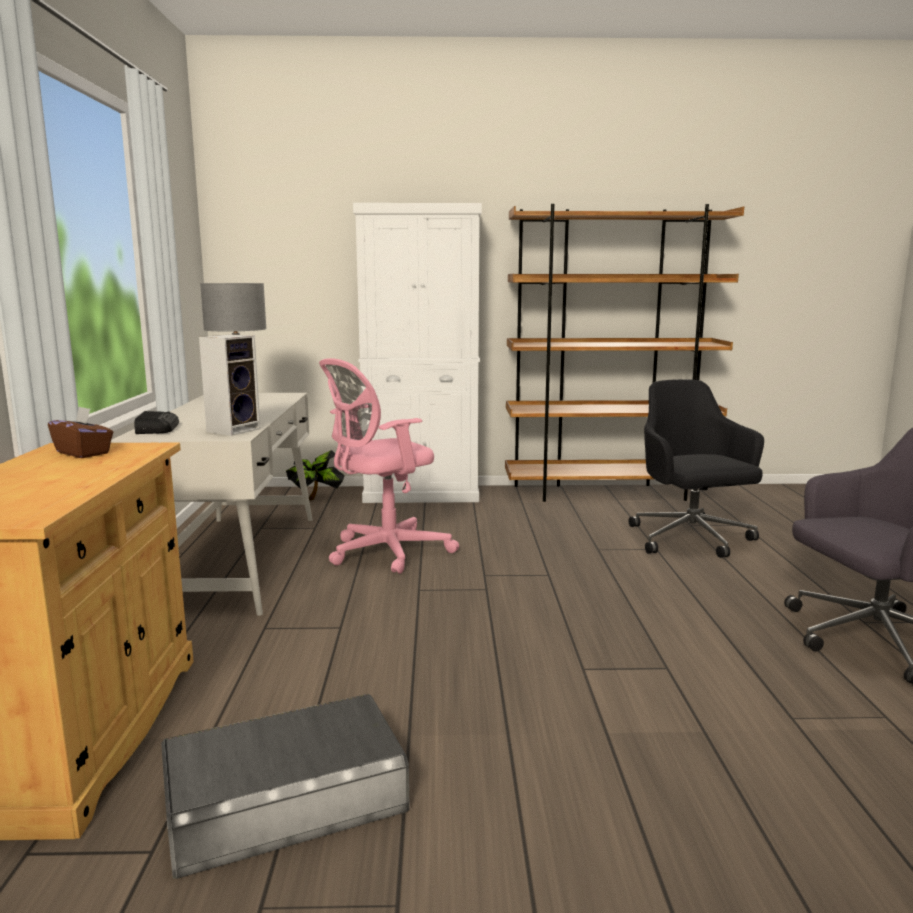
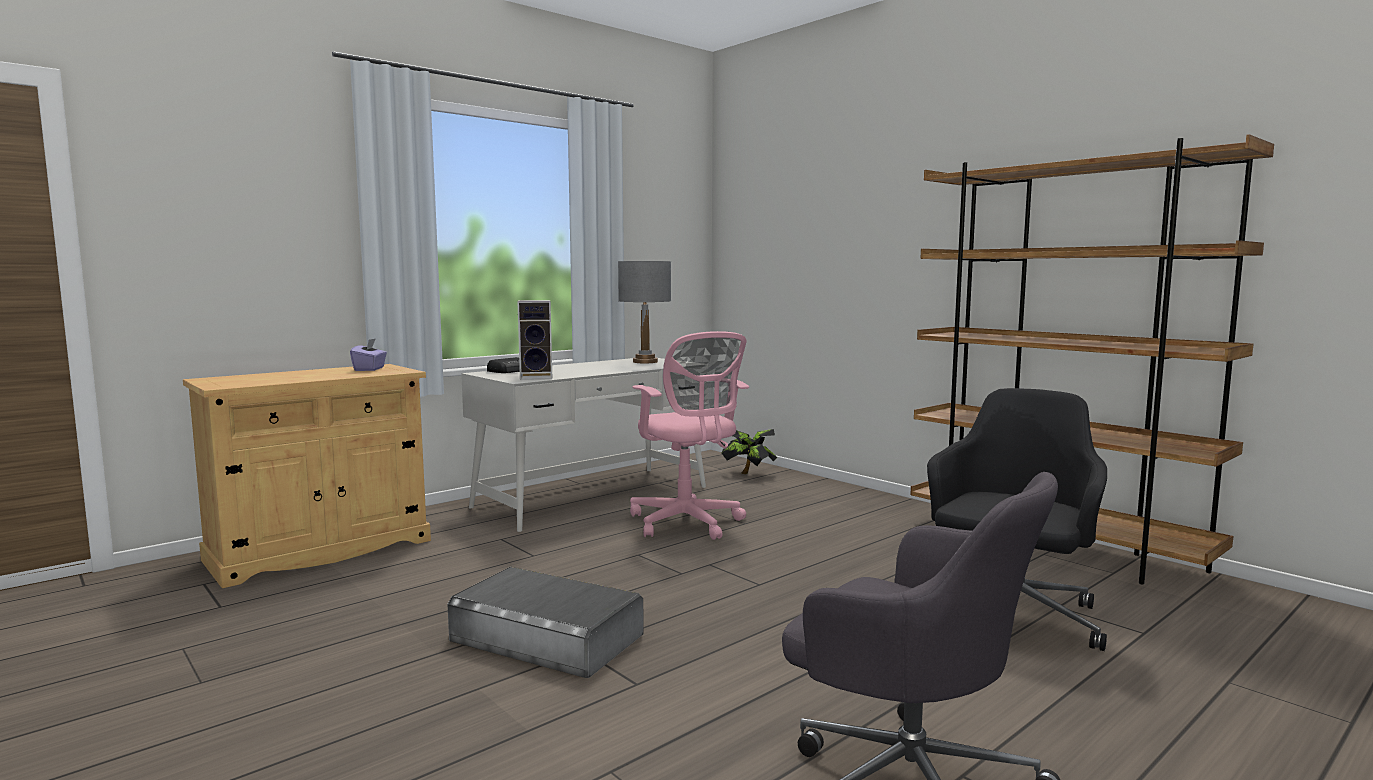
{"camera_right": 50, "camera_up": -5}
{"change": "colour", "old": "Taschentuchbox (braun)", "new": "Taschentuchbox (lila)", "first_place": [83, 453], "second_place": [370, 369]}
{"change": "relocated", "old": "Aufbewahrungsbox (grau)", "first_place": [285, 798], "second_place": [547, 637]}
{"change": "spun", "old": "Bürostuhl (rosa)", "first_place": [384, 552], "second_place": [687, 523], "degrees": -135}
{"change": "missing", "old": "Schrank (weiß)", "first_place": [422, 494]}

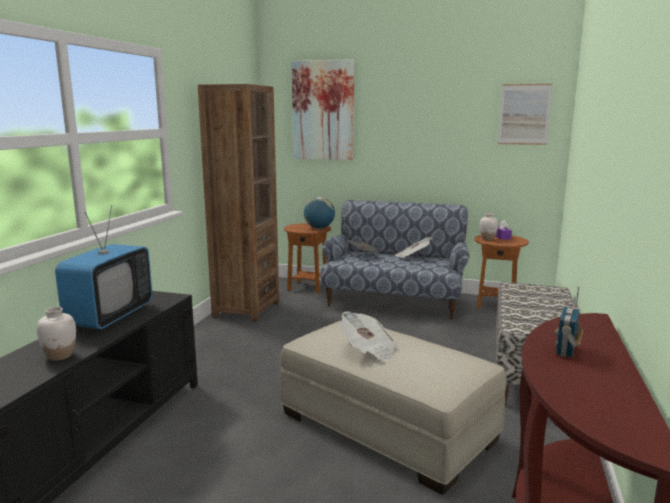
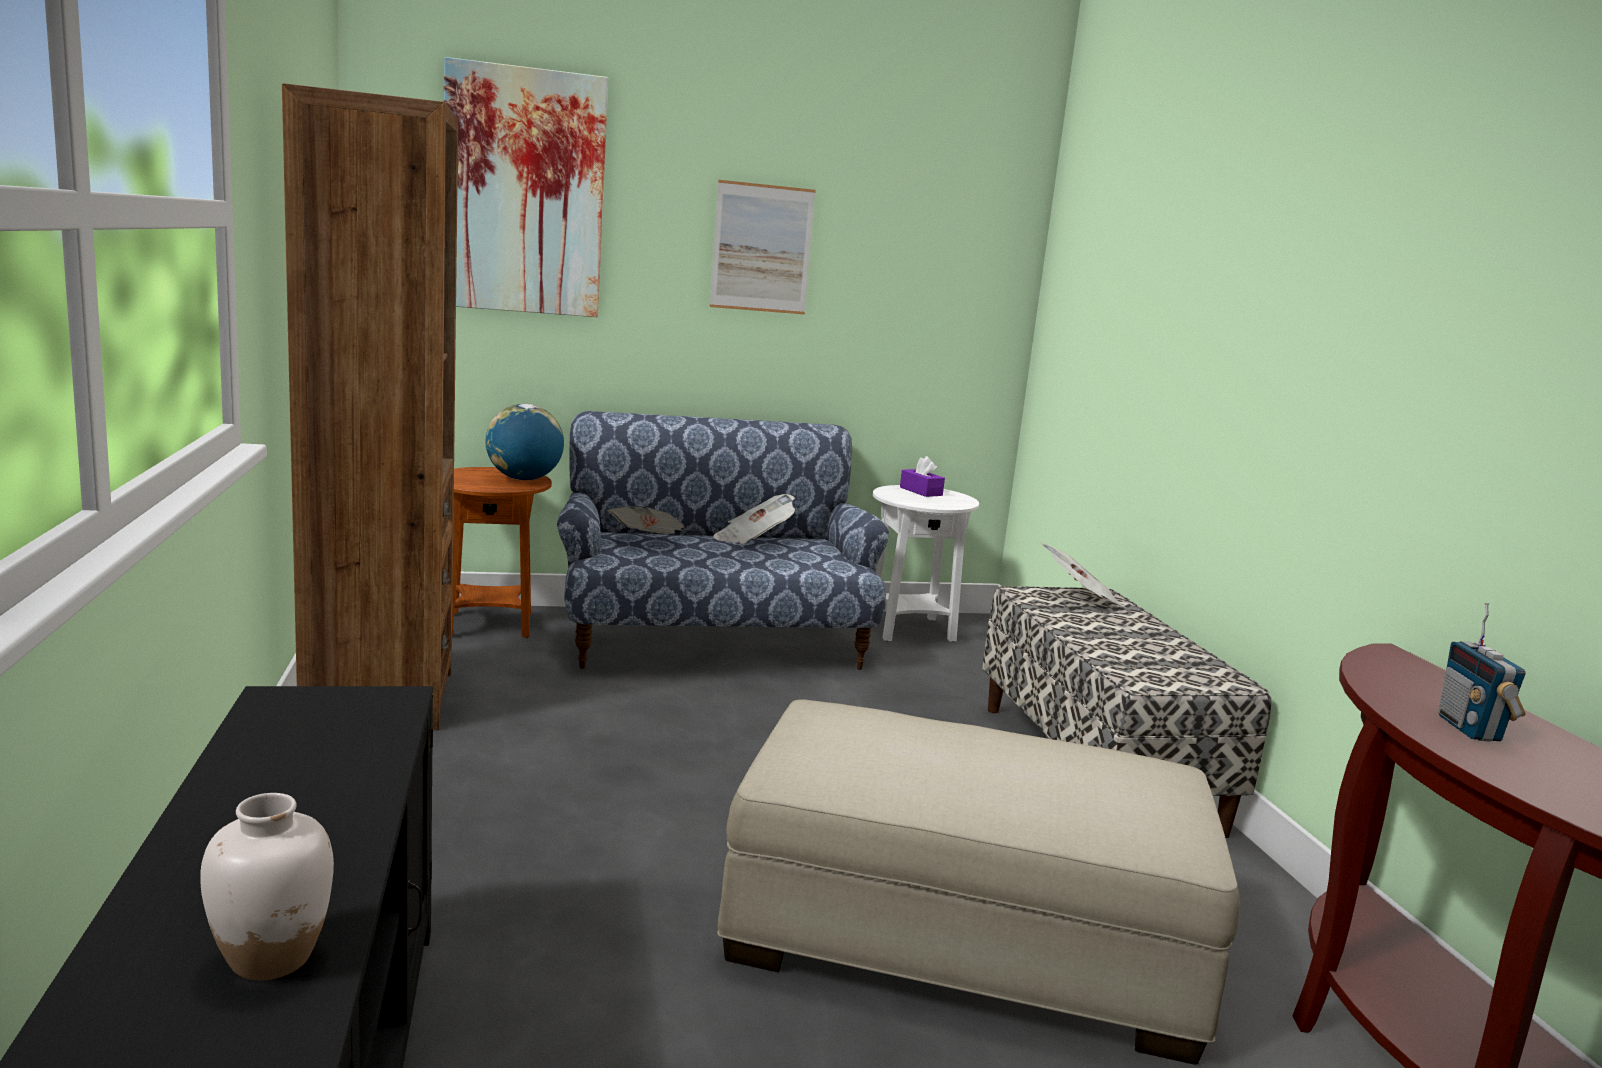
{"camera_right": -30, "camera_up": 0}
{"change": "missing", "old": "Fernseher", "first_place": [110, 316]}
{"change": "relocated", "old": "Zeitung", "first_place": [368, 351], "second_place": [1079, 598]}
{"change": "colour", "old": "Beistelltisch (braun)", "new": "Beistelltisch (weiß)", "first_place": [496, 305], "second_place": [909, 630]}
{"change": "missing", "old": "Vase (weiß)", "first_place": [487, 239]}
{"change": "relocated", "old": "Bild", "first_place": [524, 114], "second_place": [762, 248]}

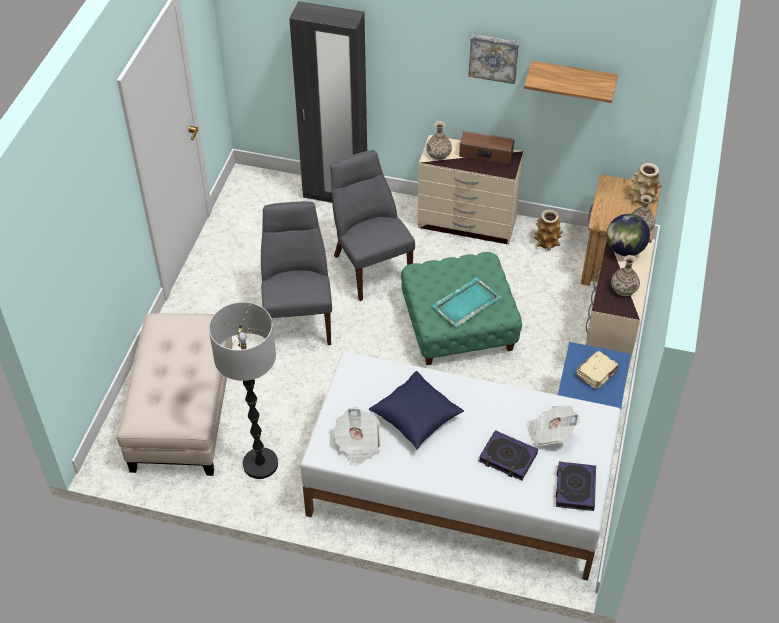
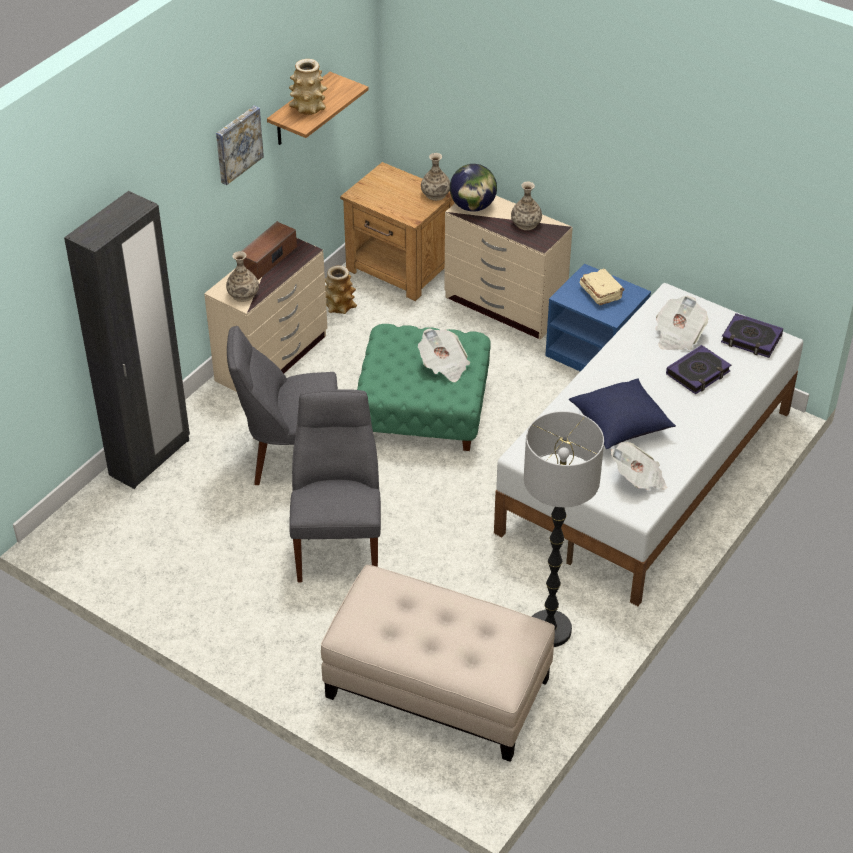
{"camera_right": -70, "camera_up": -5}
{"change": "spun", "old": "Stuhl (grau)", "first_place": [298, 317], "second_place": [338, 542], "degrees": 75}
{"change": "exchanged", "old": "Tablett (türkis)", "new": "Zeitung", "first_place": [465, 304], "second_place": [444, 365]}
{"change": "relocated", "old": "Vase", "first_place": [642, 198], "second_place": [308, 108]}

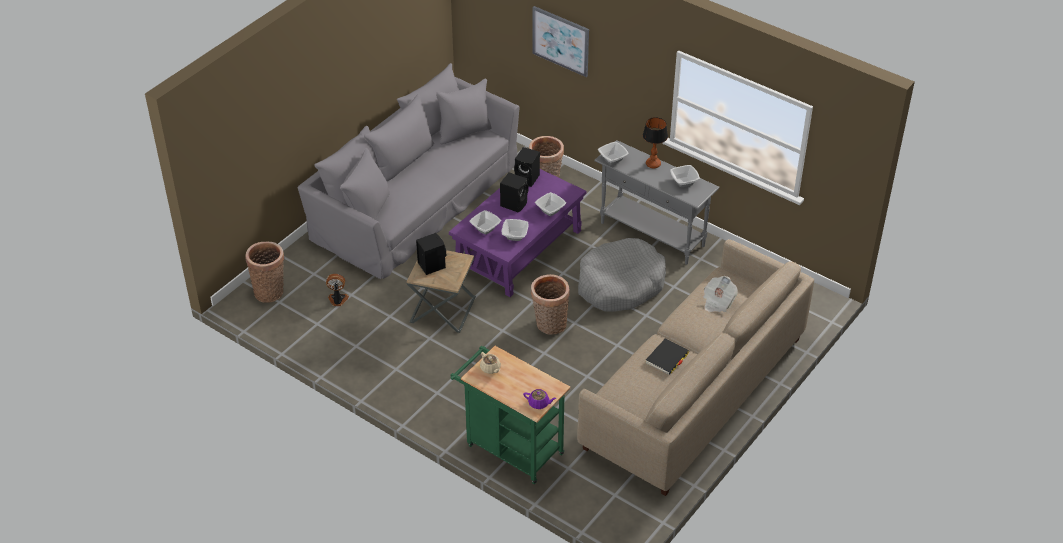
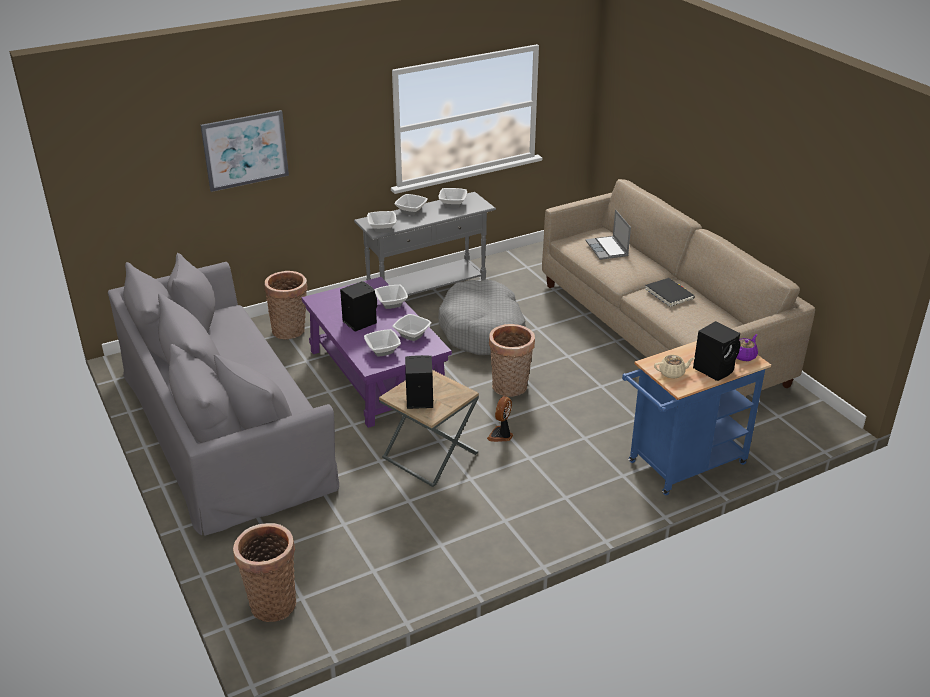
{"camera_right": -65, "camera_up": -10}
{"change": "relocated", "old": "Ventilator", "first_place": [338, 300], "second_place": [501, 435]}
{"change": "colour", "old": "Rollwagen (grün)", "new": "Rollwagen (blau)", "first_place": [510, 447], "second_place": [681, 466]}
{"change": "relocated", "old": "Lautsprecher (schwarz)", "first_place": [528, 179], "second_place": [714, 369]}
{"change": "exchanged", "old": "Tischlampe", "new": "Schüssel", "first_place": [653, 164], "second_place": [412, 211]}
{"change": "exchanged", "old": "Zeitung", "new": "Laptop", "first_place": [718, 301], "second_place": [607, 249]}

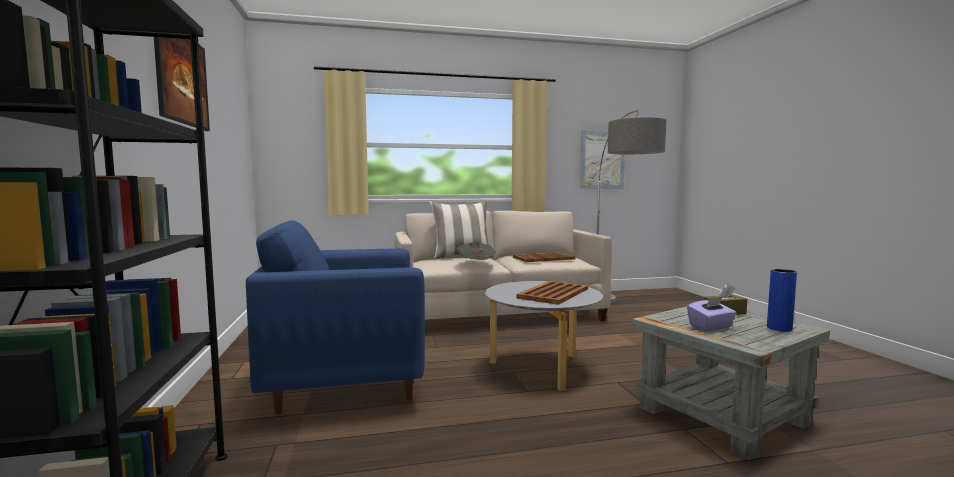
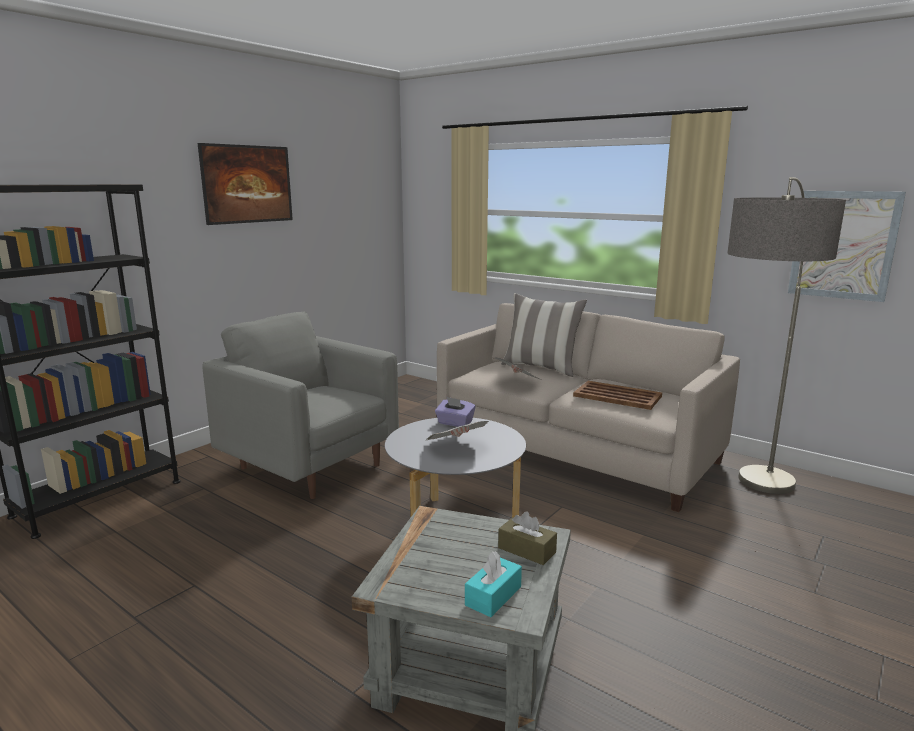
{"camera_right": 50, "camera_up": 10}
{"change": "colour", "old": "Sessel (blau)", "new": "Sessel (grau)", "first_place": [347, 384], "second_place": [311, 466]}
{"change": "exchanged", "old": "Tablett (braun)", "new": "Zeitung", "first_place": [553, 293], "second_place": [456, 447]}
{"change": "relocated", "old": "Taschentuchbox (lila)", "first_place": [710, 327], "second_place": [455, 423]}
{"change": "exchanged", "old": "Vase (blau)", "new": "Taschentuchbox (türkis)", "first_place": [779, 328], "second_place": [493, 596]}

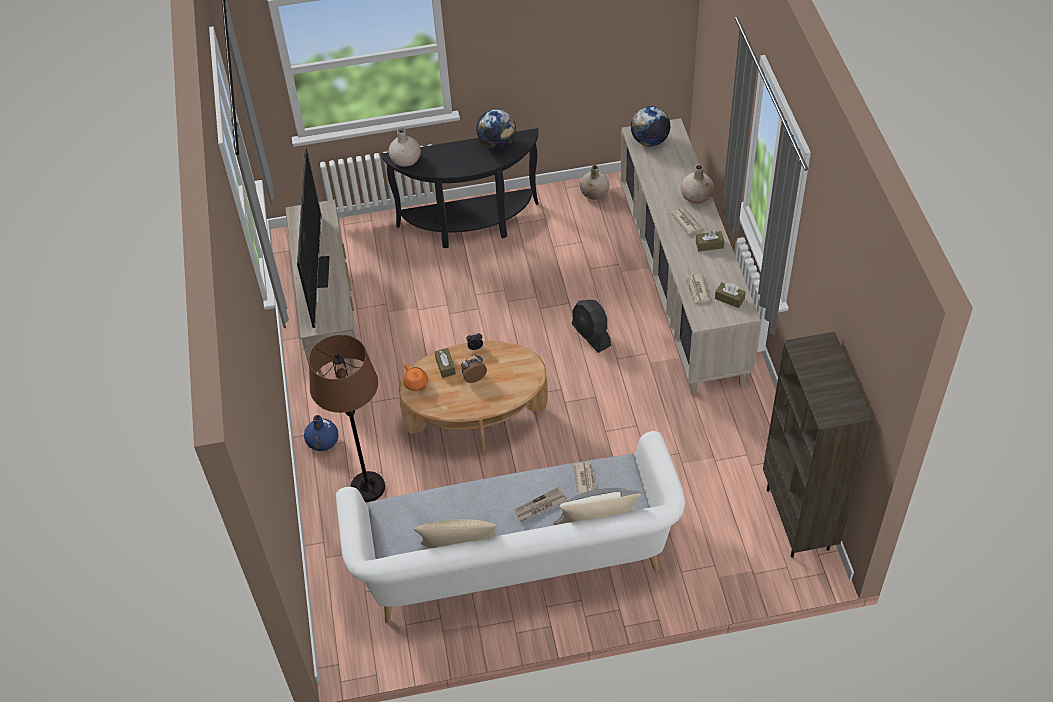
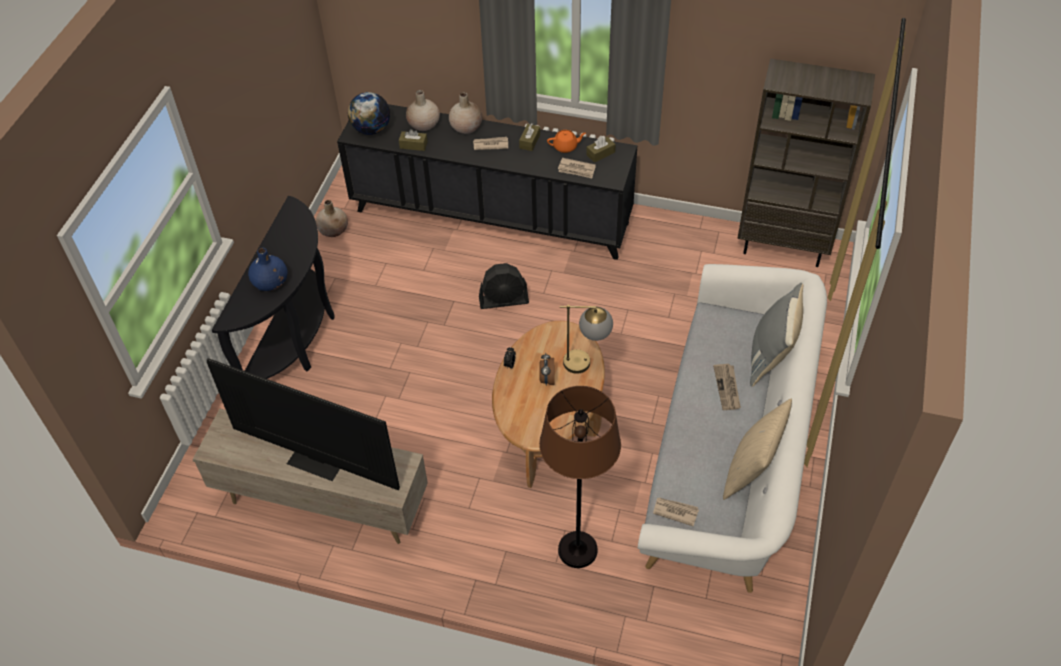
{"camera_right": -65, "camera_up": 0}
{"change": "relocated", "old": "Vase (blau)", "first_place": [323, 442], "second_place": [271, 282]}
{"change": "relocated", "old": "Vase (beige)", "first_place": [405, 160], "second_place": [423, 124]}
{"change": "relocated", "old": "Teekanne (orange)", "first_place": [416, 384], "second_place": [566, 147]}
{"change": "relocated", "old": "Taschentuchbox (braun)", "first_place": [445, 366], "second_place": [413, 145]}
{"change": "missing", "old": "Globus", "first_place": [497, 144]}
{"change": "relocated", "old": "Zeitung", "first_place": [585, 479], "second_place": [675, 511]}
{"change": "colour", "old": "Schrank (beige)", "new": "Schrank (schwarz)", "first_place": [682, 285], "second_place": [491, 216]}
{"change": "appeared", "new": "Tischlampe", "second_place": [587, 362]}

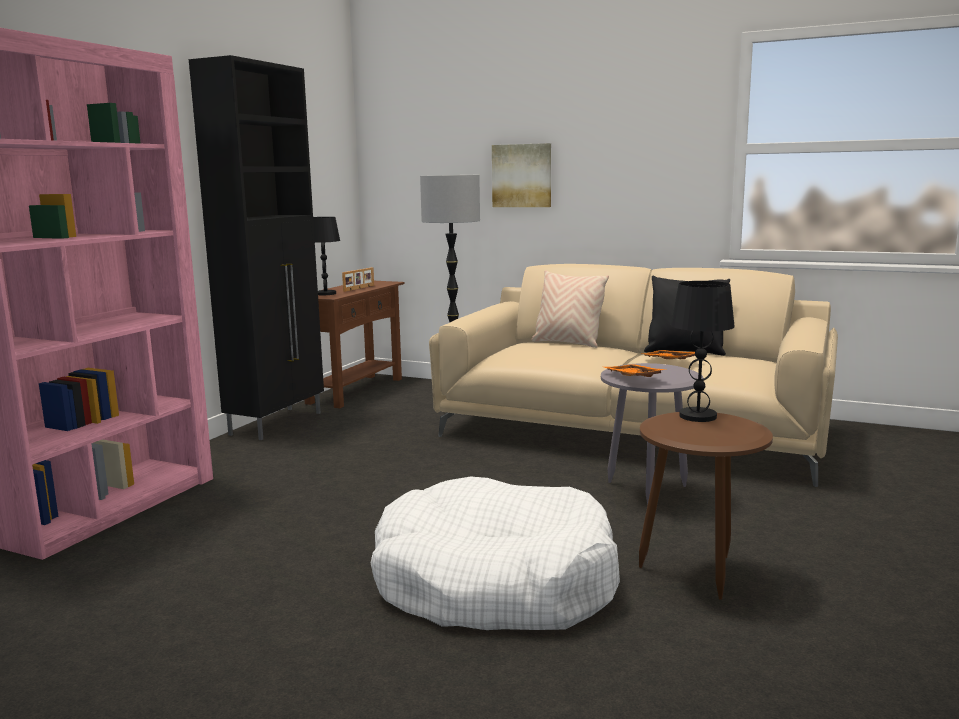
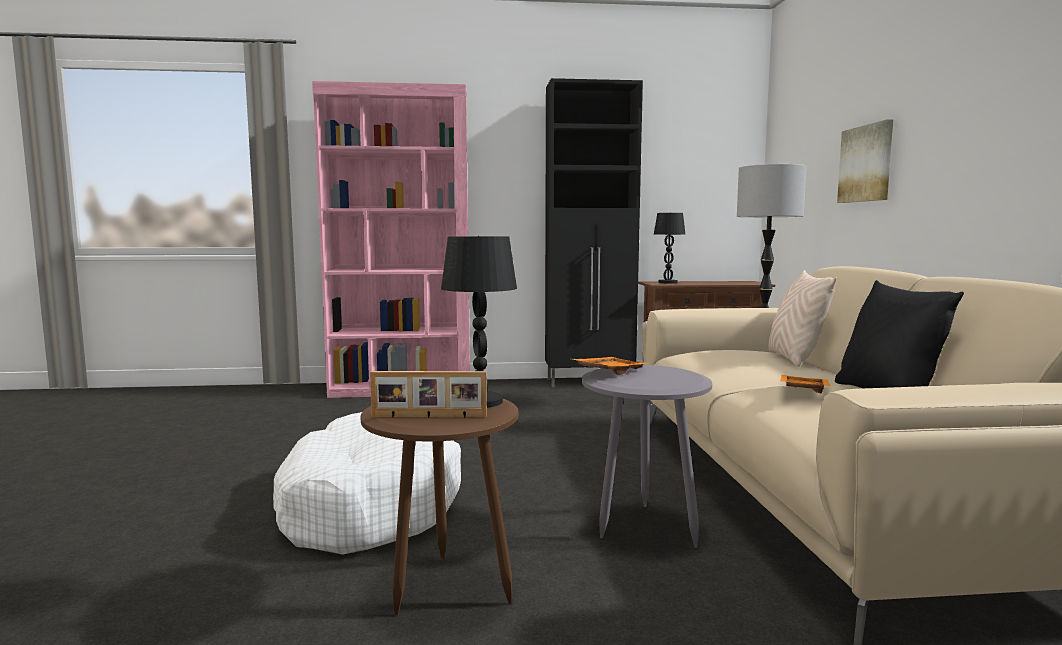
{"camera_right": 60, "camera_up": -5}
{"change": "relocated", "old": "Bilderrahmen", "first_place": [359, 288], "second_place": [429, 417]}

